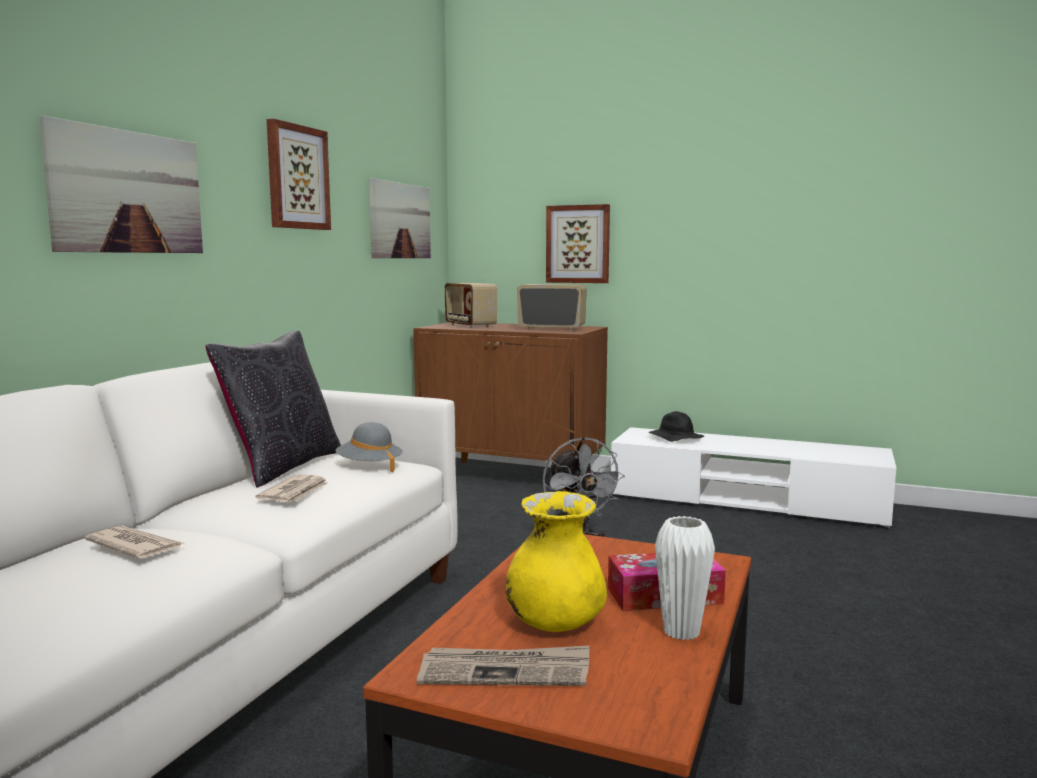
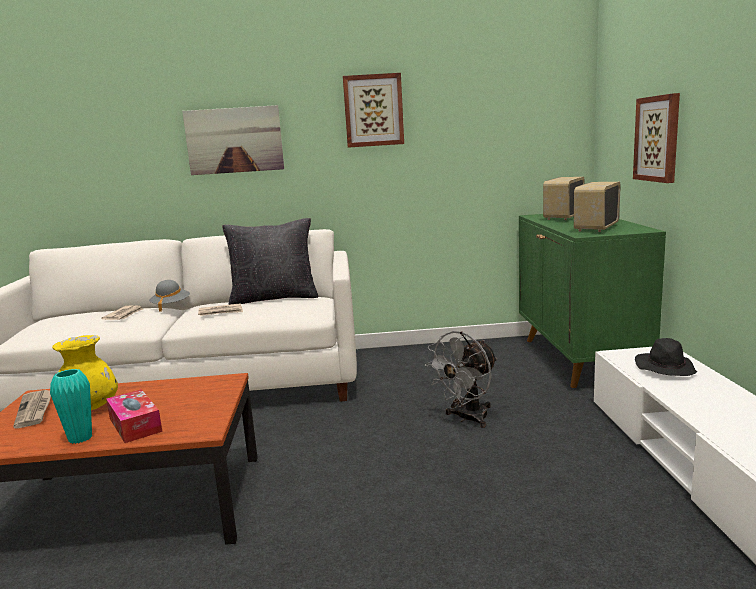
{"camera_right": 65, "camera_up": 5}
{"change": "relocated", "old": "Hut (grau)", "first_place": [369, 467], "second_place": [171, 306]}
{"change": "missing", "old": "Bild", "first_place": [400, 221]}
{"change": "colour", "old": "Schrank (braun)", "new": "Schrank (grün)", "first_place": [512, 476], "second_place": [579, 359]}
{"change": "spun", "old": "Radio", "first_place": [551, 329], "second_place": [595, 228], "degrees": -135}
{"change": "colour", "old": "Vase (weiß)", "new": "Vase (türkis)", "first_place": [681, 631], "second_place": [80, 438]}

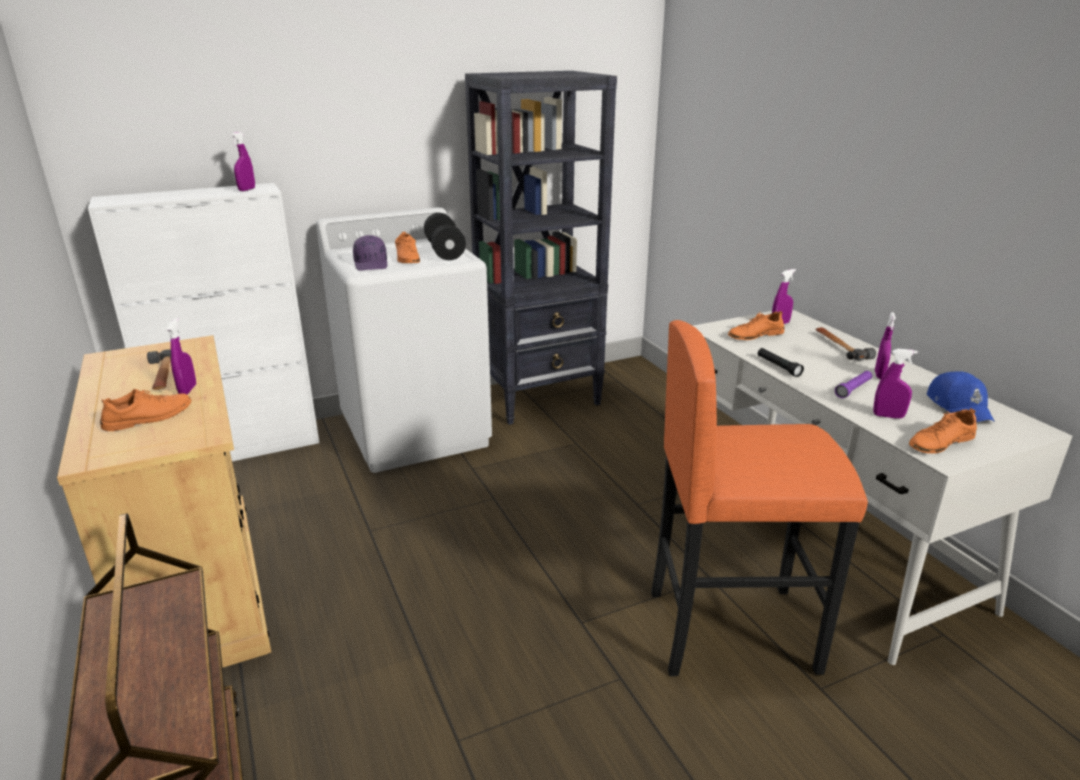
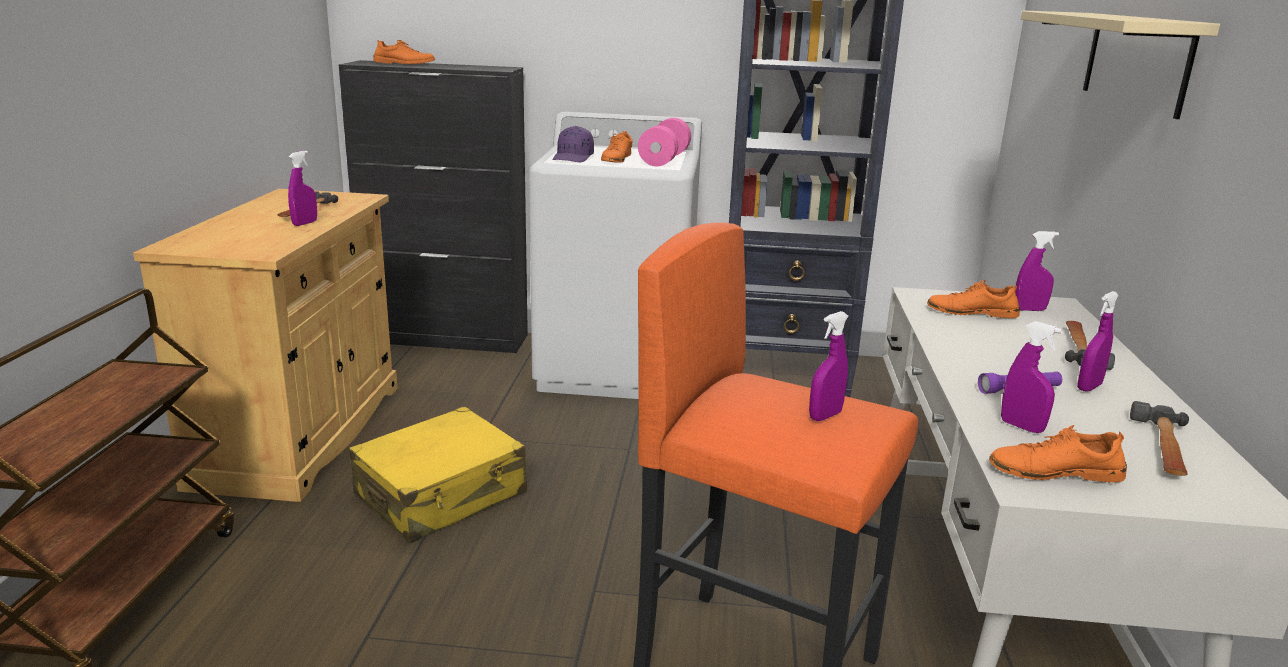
{"camera_right": 30, "camera_up": -5}
{"change": "colour", "old": "Schrank (weiß)", "new": "Schrank (schwarz)", "first_place": [241, 448], "second_place": [447, 338]}
{"change": "relocated", "old": "Schuh (orange)", "first_place": [148, 417], "second_place": [404, 63]}
{"change": "relocated", "old": "Sprühflasche (lila)", "first_place": [247, 190], "second_place": [825, 416]}
{"change": "colour", "old": "Hantel (schwarz)", "new": "Hantel (rosa)", "first_place": [445, 251], "second_place": [664, 159]}
{"change": "missing", "old": "Taschenlampe (schwarz)", "first_place": [778, 367]}
{"change": "exchanged", "old": "Kappe (blau)", "new": "Hammer", "first_place": [959, 407], "second_place": [1162, 448]}
{"change": "appeared", "new": "Koffer (gelb)", "second_place": [441, 495]}
{"change": "appeared", "new": "Wandregal (beige)", "second_place": [1136, 60]}

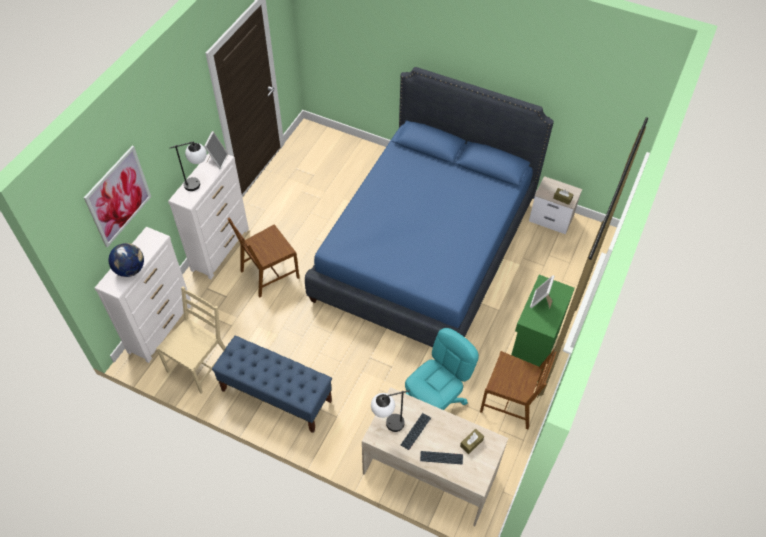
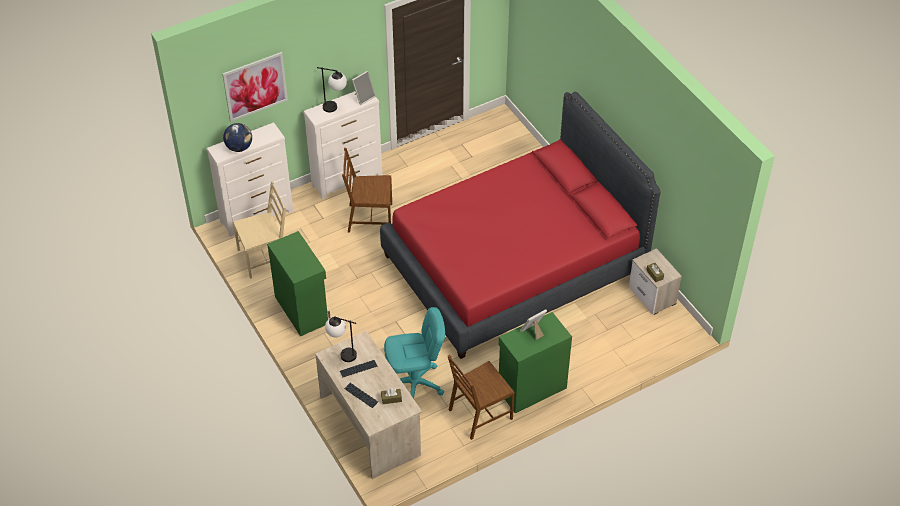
{"camera_right": 35, "camera_up": -5}
{"change": "exchanged", "old": "Bank (blau)", "new": "Schrank (grün)", "first_place": [276, 395], "second_place": [302, 309]}
{"change": "colour", "old": "Bett (blau)", "new": "Bett (rot)", "first_place": [425, 250], "second_place": [514, 264]}
{"change": "spun", "old": "Stuhl (braun)", "first_place": [511, 401], "second_place": [479, 414], "degrees": 90}

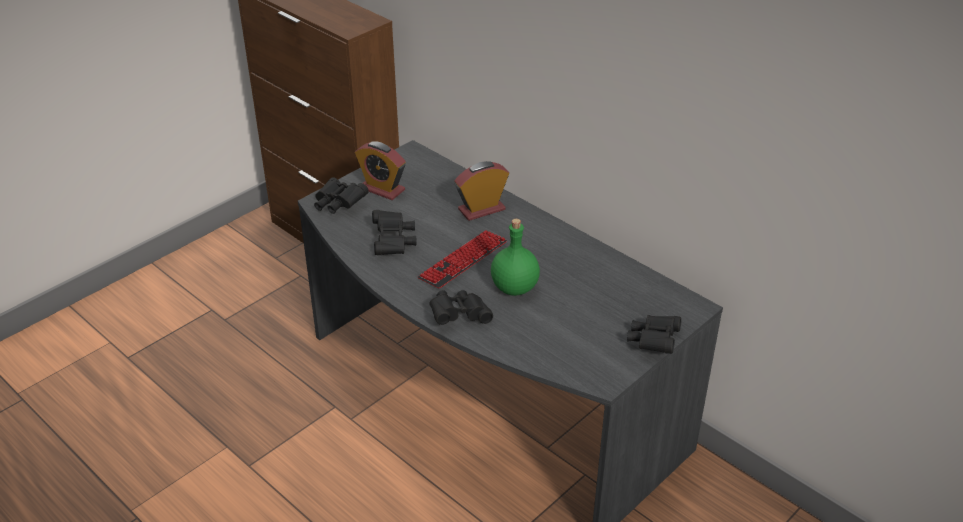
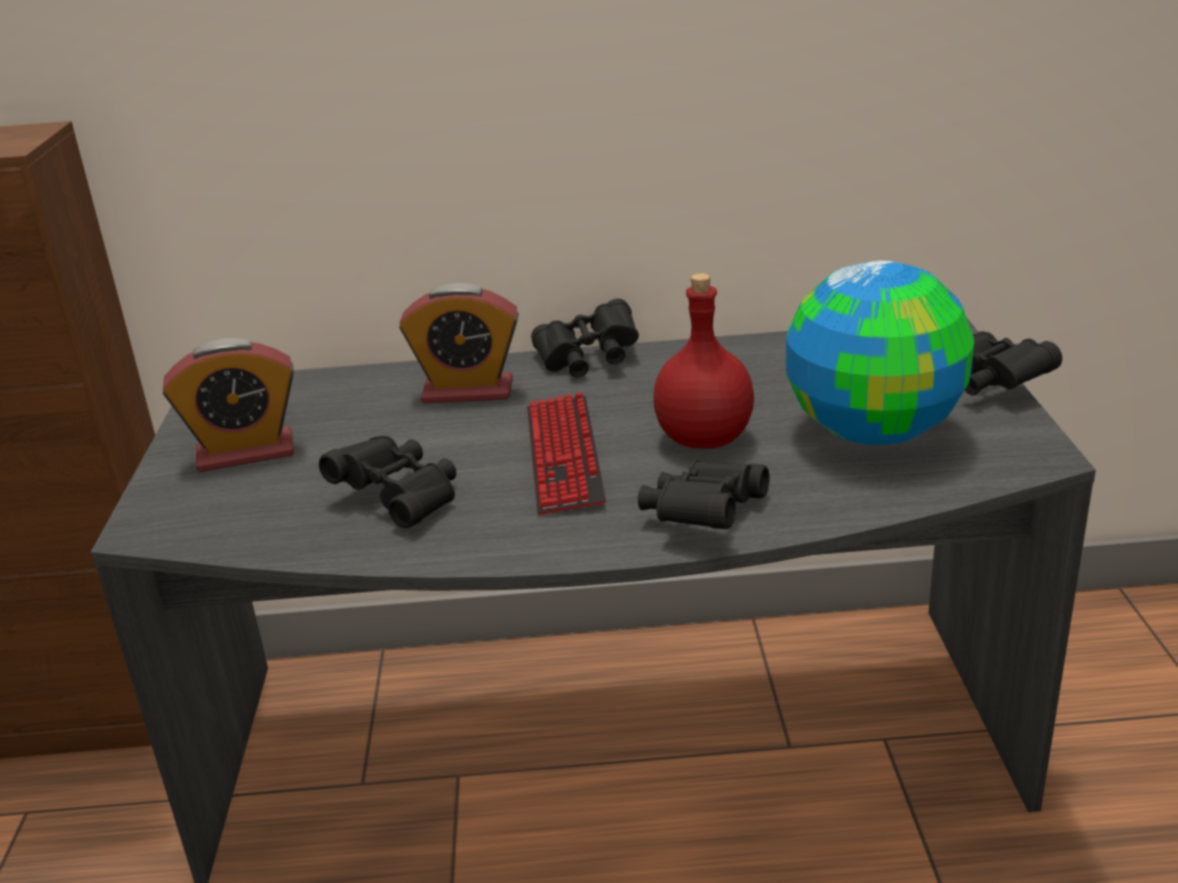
{"camera_right": -45, "camera_up": -10}
{"change": "relocated", "old": "Fernglas (schwarz)", "first_place": [338, 204], "second_place": [588, 360]}
{"change": "spun", "old": "Wecker", "first_place": [481, 209], "second_place": [467, 391], "degrees": -105}
{"change": "colour", "old": "Flasche (grün)", "new": "Flasche (rot)", "first_place": [514, 287], "second_place": [702, 439]}
{"change": "appeared", "new": "Globus", "second_place": [875, 432]}

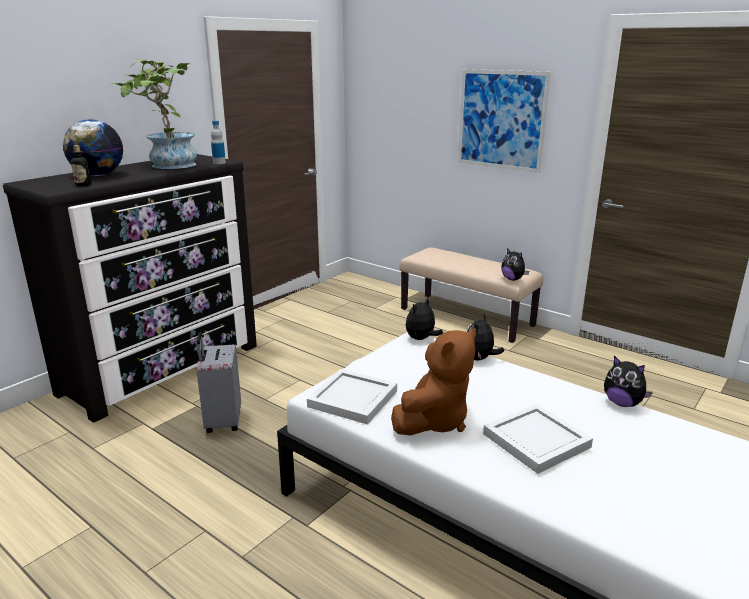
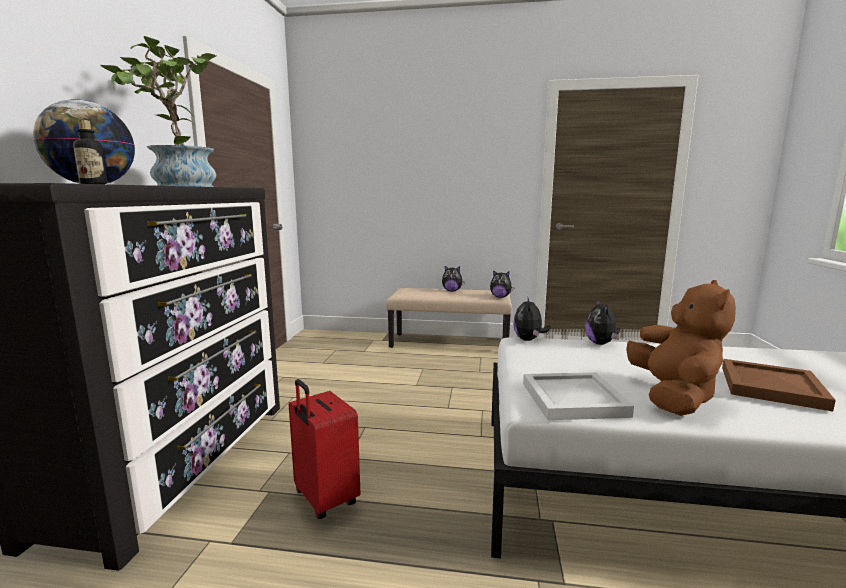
{"camera_right": -30, "camera_up": -10}
{"change": "colour", "old": "Koffer (grau)", "new": "Koffer (rot)", "first_place": [222, 422], "second_place": [324, 499]}
{"change": "missing", "old": "Flasche", "first_place": [219, 163]}
{"change": "missing", "old": "Bild", "first_place": [501, 120]}
{"change": "colour", "old": "Tablett (weiß)", "new": "Tablett (braun)", "first_place": [534, 440], "second_place": [770, 387]}
{"change": "relocated", "old": "Plüschtier", "first_place": [622, 403], "second_place": [452, 291]}

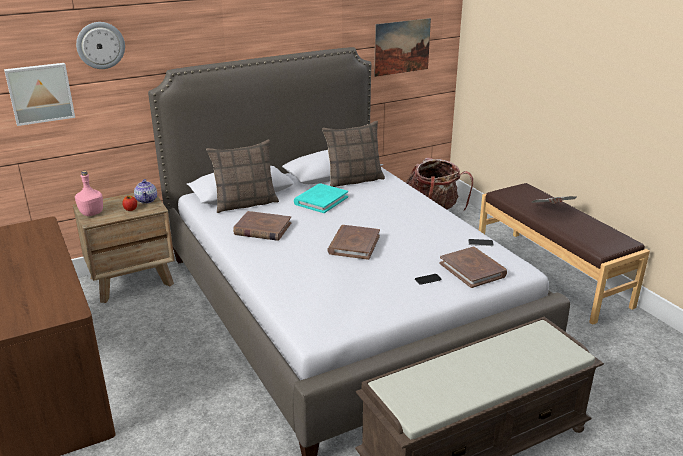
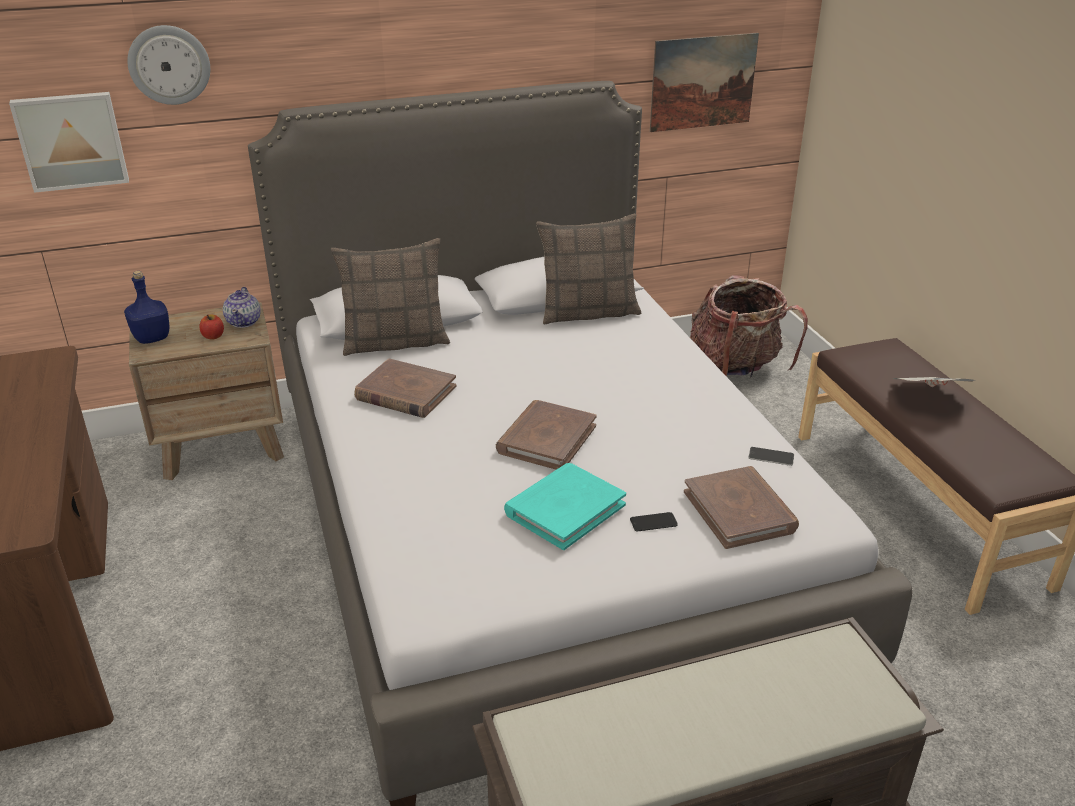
{"camera_right": 10, "camera_up": 5}
{"change": "colour", "old": "Flasche (rosa)", "new": "Flasche (blau)", "first_place": [92, 213], "second_place": [152, 338]}
{"change": "relocated", "old": "Buch (türkis)", "first_place": [321, 200], "second_place": [565, 509]}

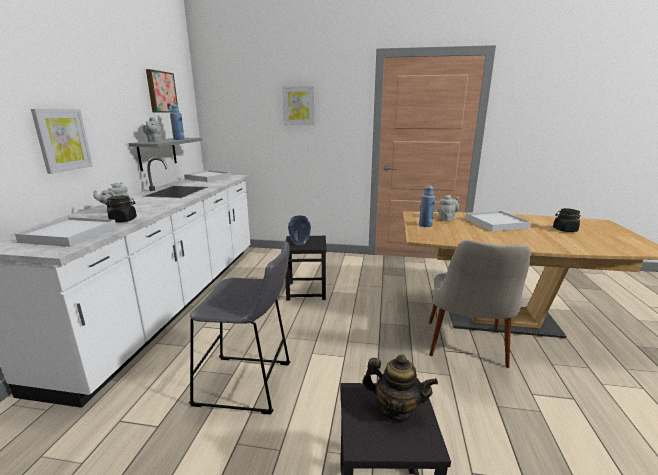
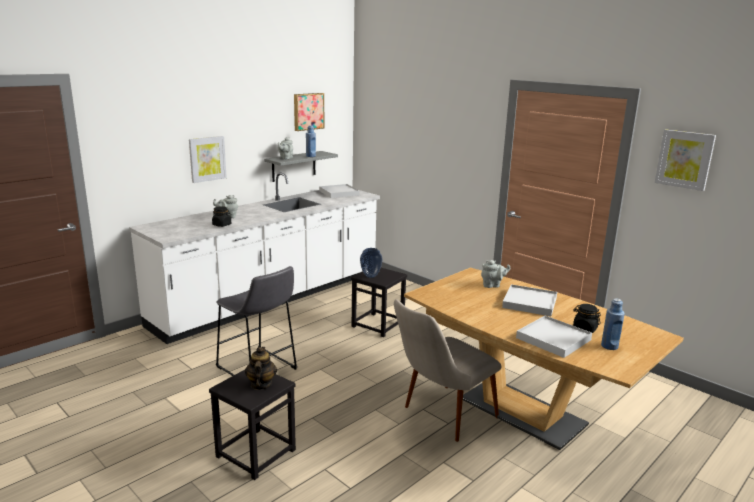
{"camera_right": 35, "camera_up": 0}
{"change": "relocated", "old": "Tablett (weiß)", "first_place": [70, 234], "second_place": [553, 339]}
{"change": "relocated", "old": "Bild", "first_place": [299, 106], "second_place": [684, 159]}
{"change": "spun", "old": "Teekanne", "first_place": [396, 409], "second_place": [261, 384], "degrees": -150}
{"change": "relocated", "old": "Flasche (blau)", "first_place": [425, 225], "second_place": [609, 346]}

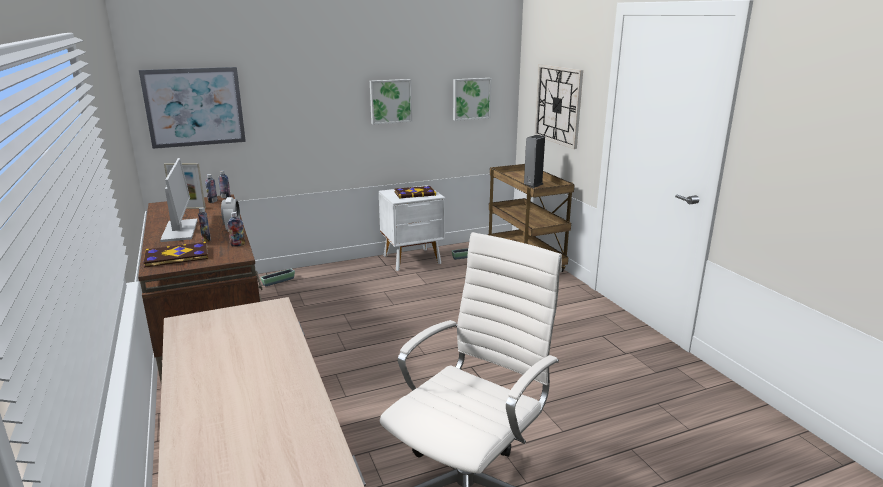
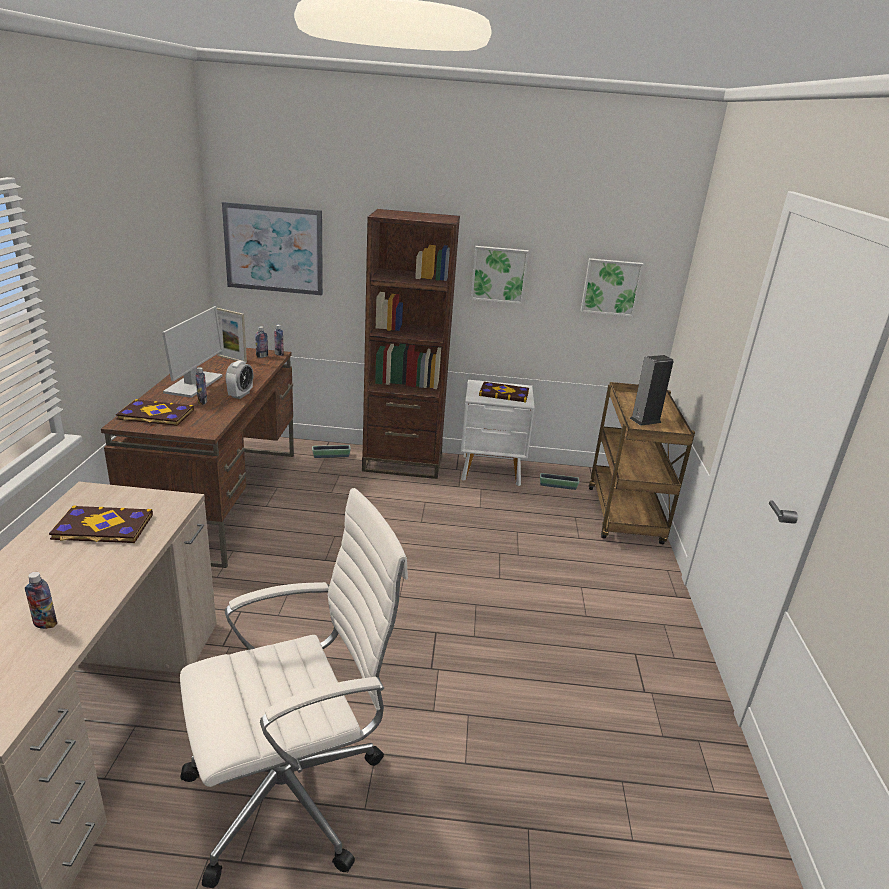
{"camera_right": 25, "camera_up": 5}
{"change": "relocated", "old": "Flasche", "first_place": [238, 245], "second_place": [45, 623]}
{"change": "missing", "old": "Wanduhr", "first_place": [558, 105]}
{"change": "appeared", "new": "Buch", "second_place": [102, 527]}
{"change": "appeared", "new": "Bücherregal (braun)", "second_place": [403, 463]}

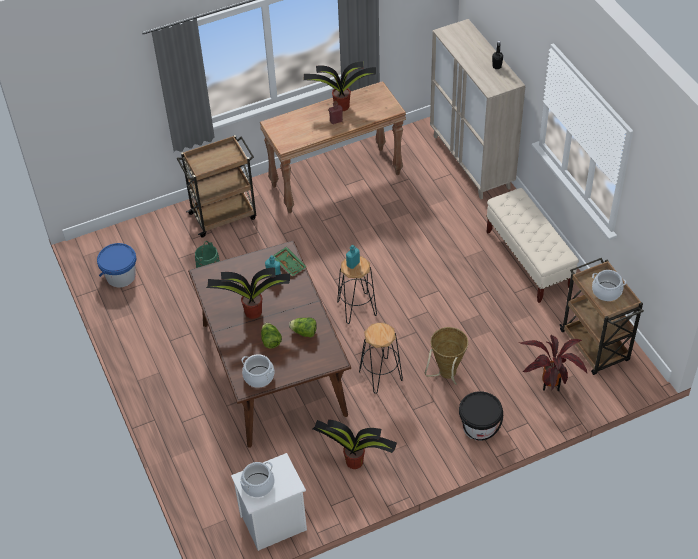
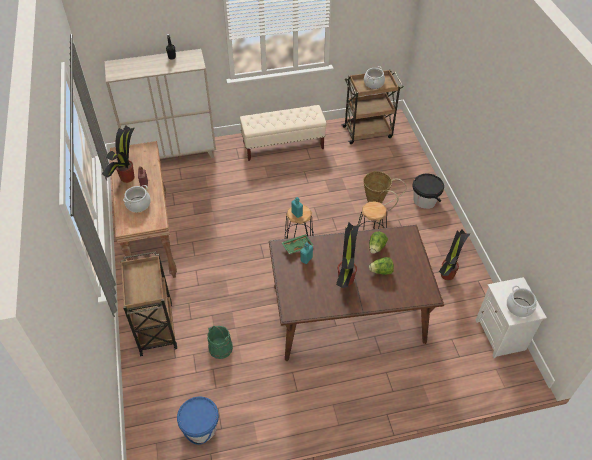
{"camera_right": -80, "camera_up": 0}
{"change": "relocated", "old": "Kochtopf", "first_place": [259, 377], "second_place": [138, 204]}
{"change": "missing", "old": "Topfpflanze", "first_place": [549, 386]}

